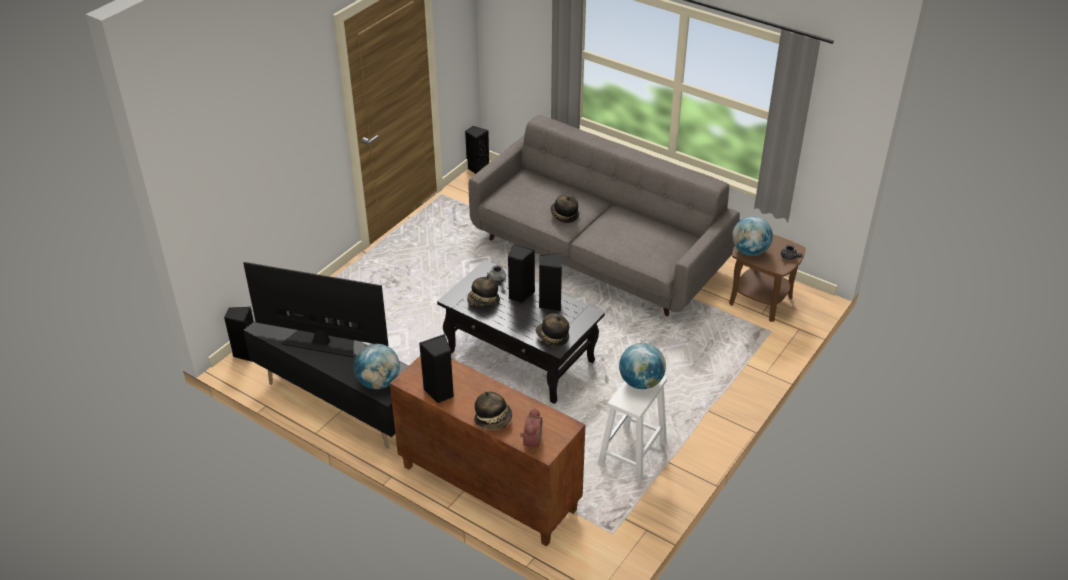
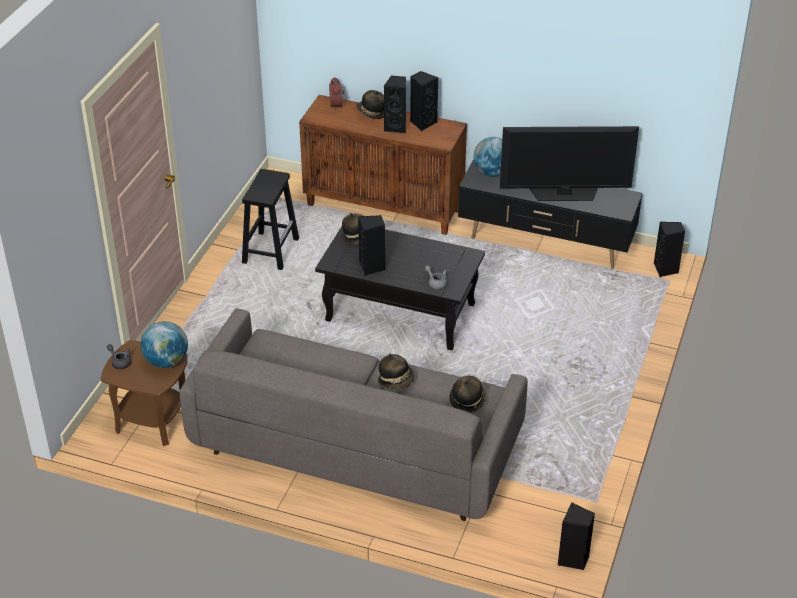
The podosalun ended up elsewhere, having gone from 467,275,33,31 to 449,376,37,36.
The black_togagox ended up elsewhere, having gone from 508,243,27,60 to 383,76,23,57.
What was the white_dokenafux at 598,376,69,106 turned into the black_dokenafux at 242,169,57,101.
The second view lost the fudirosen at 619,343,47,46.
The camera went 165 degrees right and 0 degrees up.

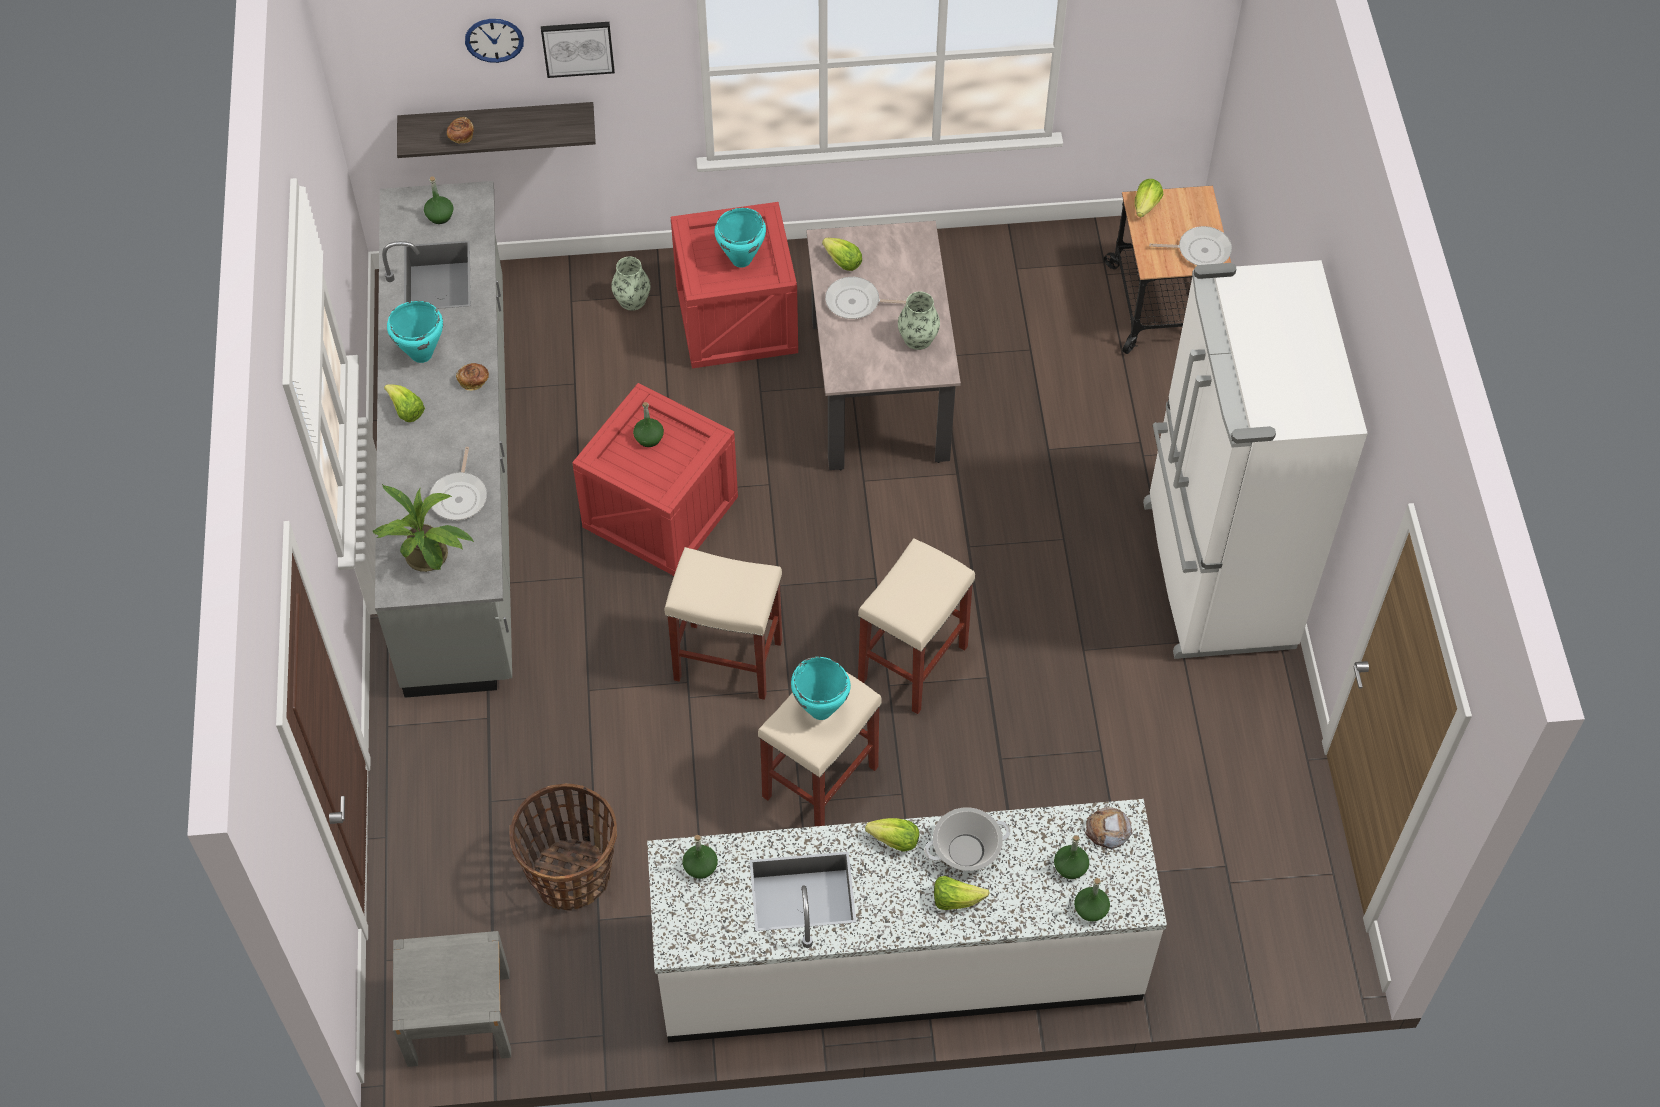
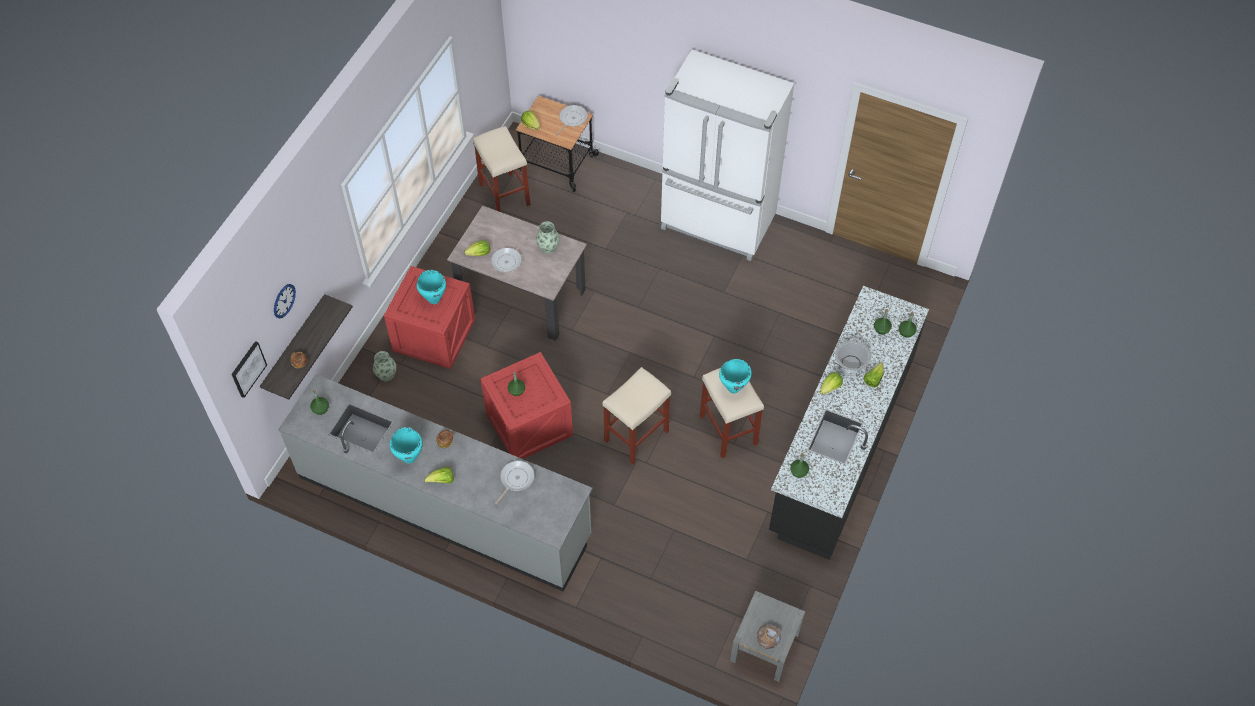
The second view lost the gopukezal at 372,484,102,88.
The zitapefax at 429,447,58,73 ended up facing another way, 90 degrees counterclockwise from before.
The second view lost the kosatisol at 509,783,108,128.
The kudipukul ended up elsewhere, having gone from 541,22,74,56 to 231,341,36,57.
What was the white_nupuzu at 647,799,520,243 turned into the black_nupuzu at 769,286,160,274.
The beige_dokenafux ended up elsewhere, having gone from 858,538,117,176 to 473,126,57,86.
The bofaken ended up elsewhere, having gone from 1085,807,47,42 to 757,624,24,25.
The camera went 60 degrees left and 0 degrees up.

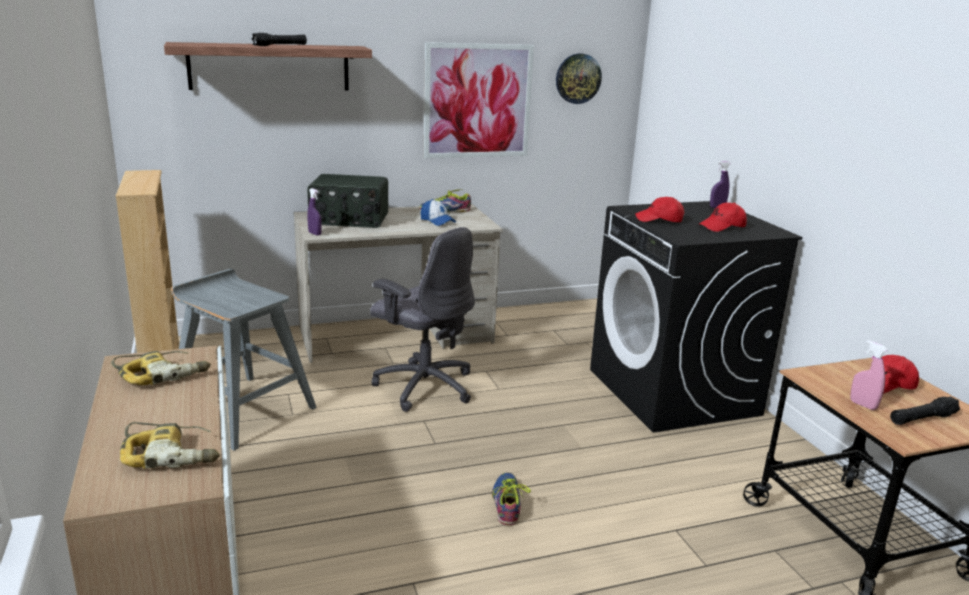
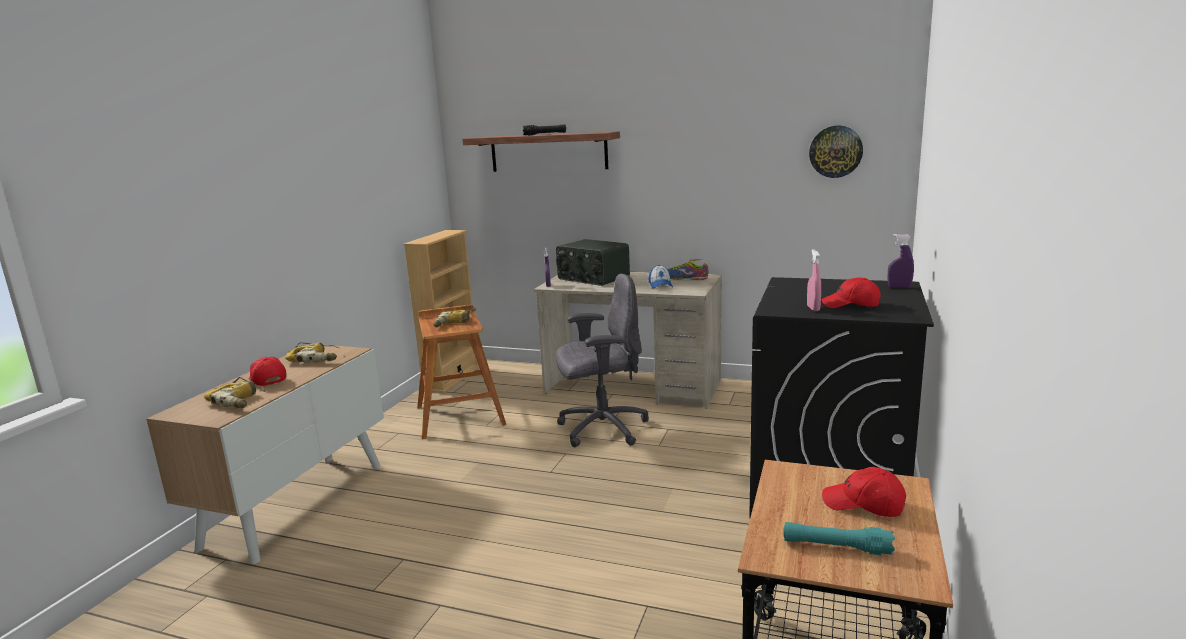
What was the grey_dokenafux at 171,269,146,182 turned into the brown_dokenafux at 417,305,89,134.
The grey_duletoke at 370,227,105,185 ended up facing another way, 90 degrees counterclockwise from before.
The second view lost the kudipukul at 424,42,110,116.
The second view lost the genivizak at 492,473,39,52.
The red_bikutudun ended up elsewhere, having gone from 636,197,48,25 to 248,357,39,29.
The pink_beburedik ended up elsewhere, having gone from 850,340,38,70 to 807,249,14,62.
What was the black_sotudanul at 890,397,70,28 turned into the turquoise_sotudanul at 783,522,112,33.
The second view gained the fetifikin at 433,308,43,19.
The camera went 40 degrees right and 5 degrees down.

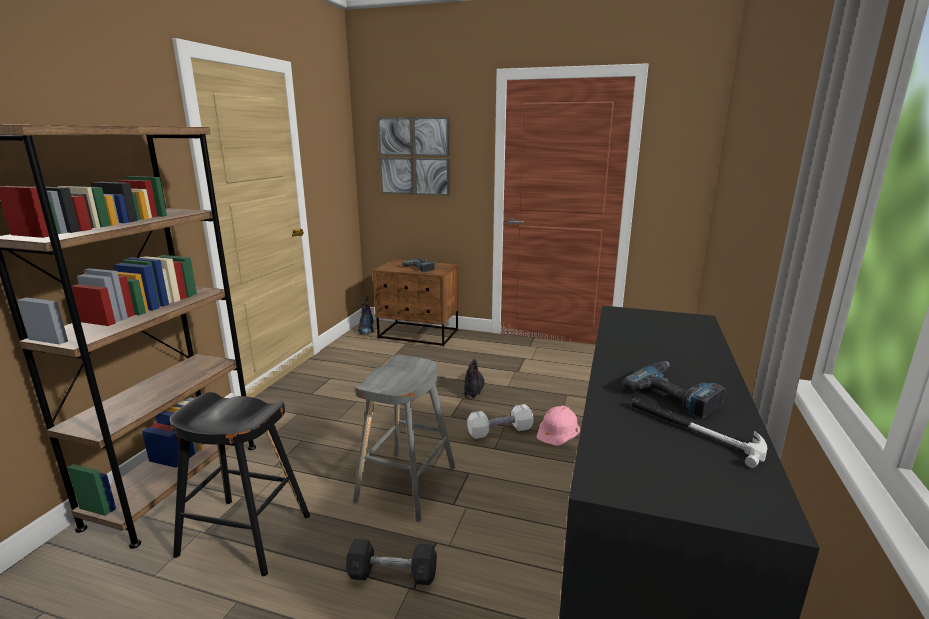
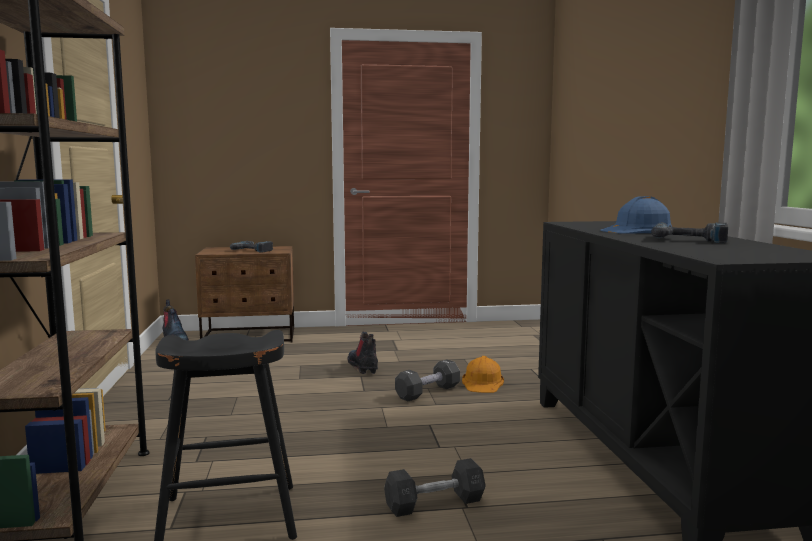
The second view lost the grey_dokenafux at 353,355,103,167.
The second view lost the kudipukul at 378,117,72,79.
What was the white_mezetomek at 467,404,66,35 turned into the black_mezetomek at 395,359,65,42.
What was the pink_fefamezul at 537,405,43,41 turned into the orange_fefamezul at 462,356,42,37.
The second view lost the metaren at 630,398,137,70.
The second view gained the blue_fefamezul at 600,196,72,38.
The camera went 25 degrees left and 10 degrees down.

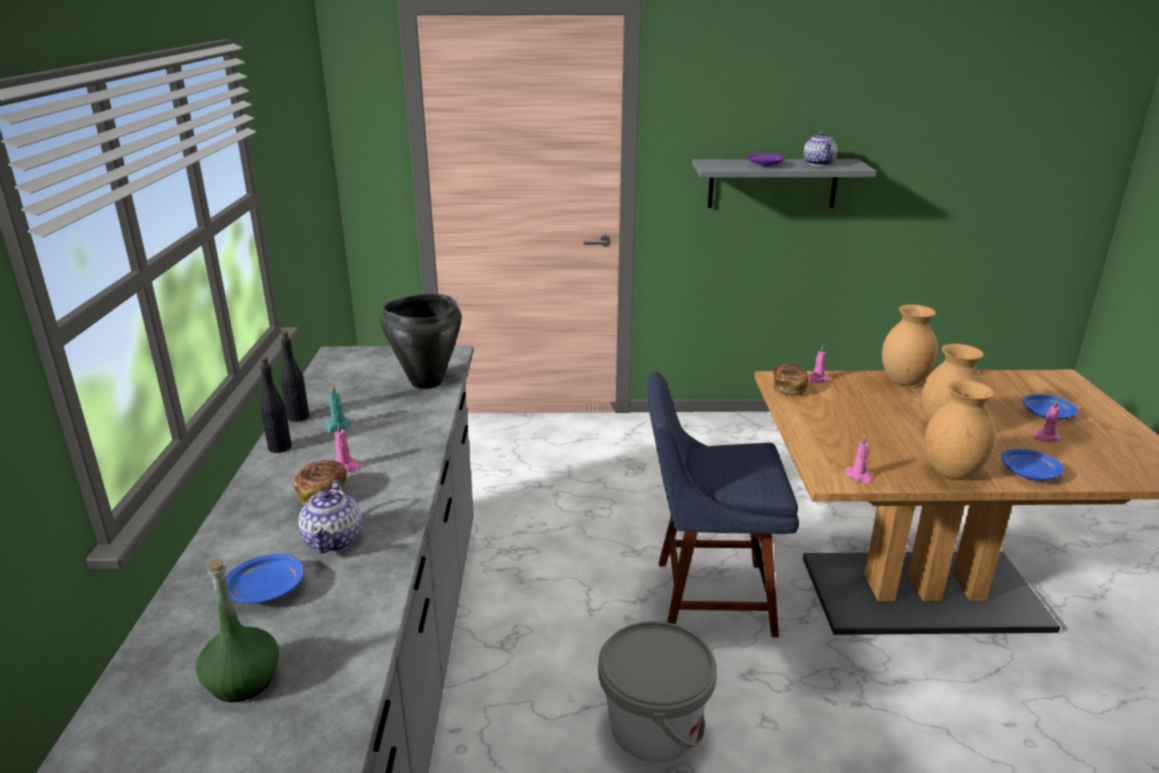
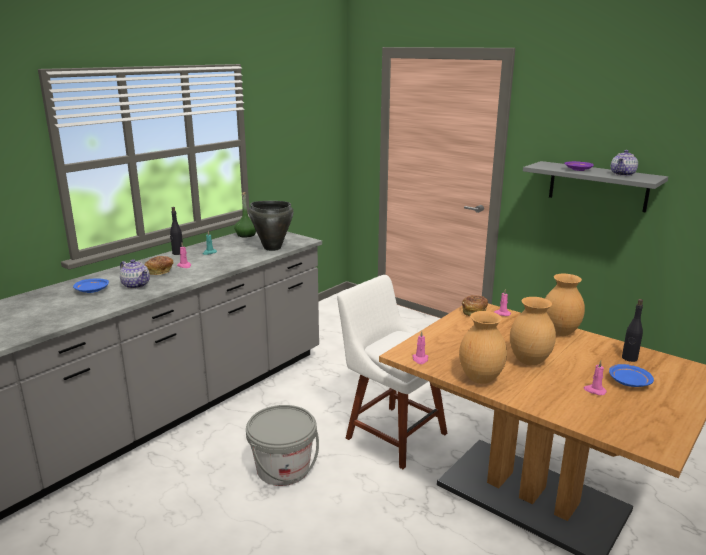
The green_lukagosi ended up elsewhere, having gone from 196,558,83,144 to 234,192,22,46.
The black_lukagosi ended up elsewhere, having gone from 281,331,28,91 to 622,299,21,63.
The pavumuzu at 298,480,64,74 ended up facing another way, 90 degrees counterclockwise from before.
What was the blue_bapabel at 648,372,151,265 turned into the white_bapabel at 337,275,110,194.
The second view lost the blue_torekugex at 1001,449,63,32.
The camera went 40 degrees right and 5 degrees down.

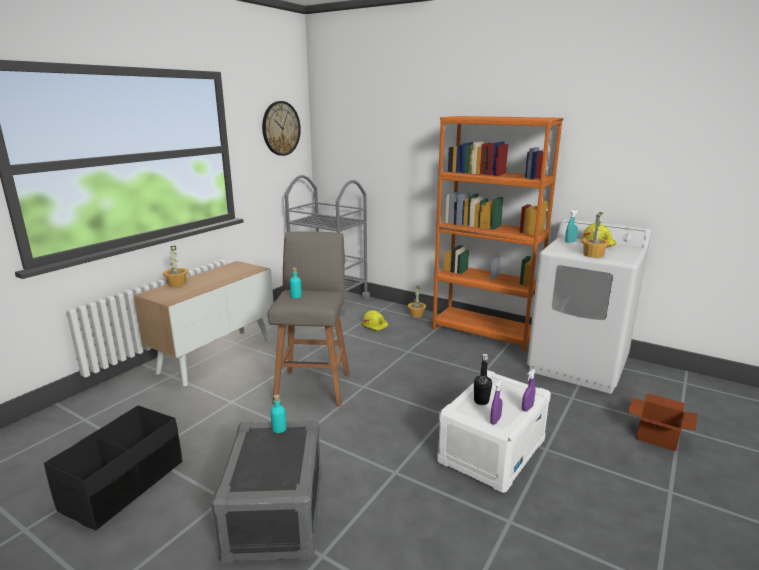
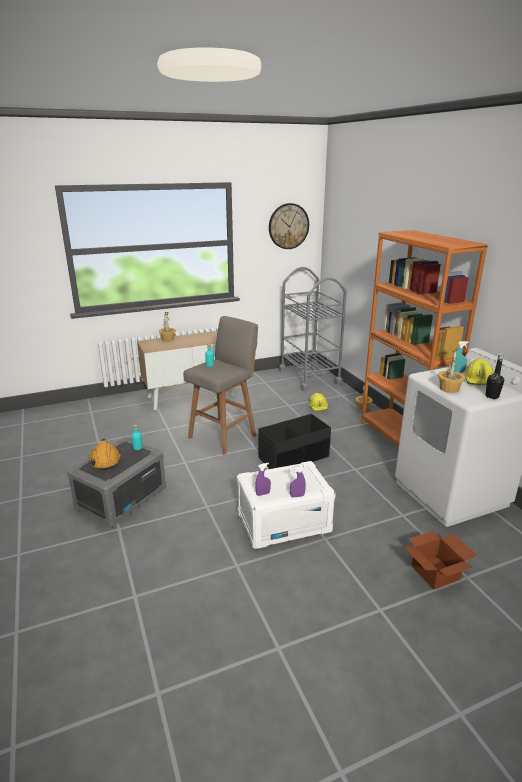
The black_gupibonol ended up elsewhere, having gone from 44,405,138,125 to 258,414,73,55.
The black_lukagosi ended up elsewhere, having gone from 474,354,18,51 to 486,354,18,45.
The second view gained the orange_fefamezul at 88,439,33,31.
The camera went 35 degrees right and 5 degrees up.

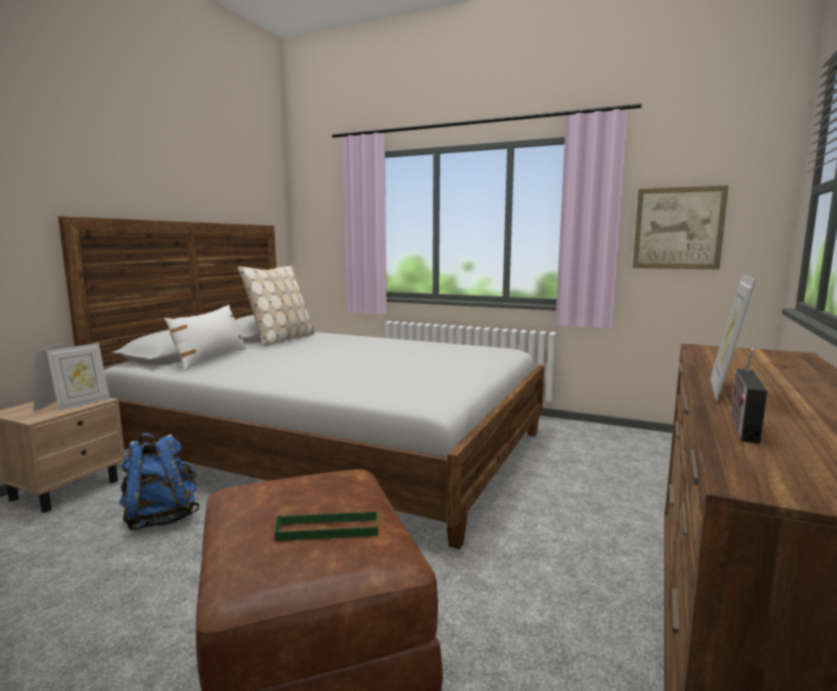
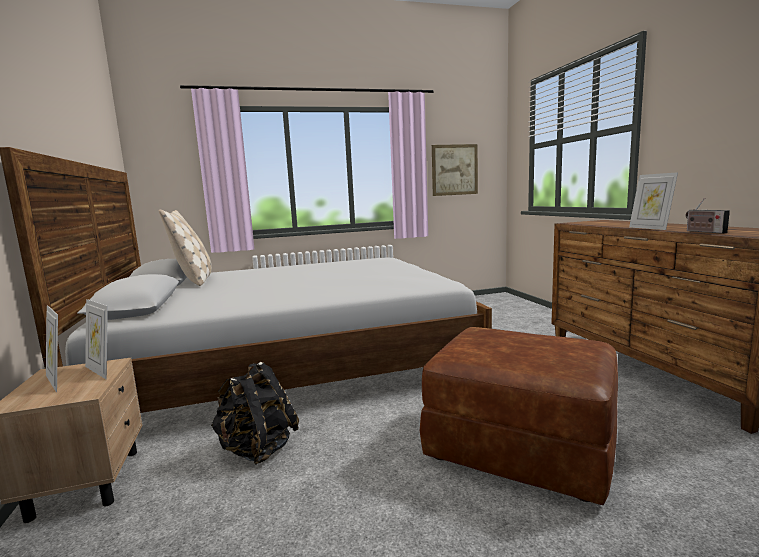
The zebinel at 46,343,64,68 ended up facing another way, 135 degrees clockwise from before.
What was the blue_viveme at 119,433,80,97 turned into the black_viveme at 211,362,88,103.
The second view lost the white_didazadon at 164,305,83,66.
The second view lost the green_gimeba at 274,510,104,31.
The camera went 40 degrees left and 0 degrees up.

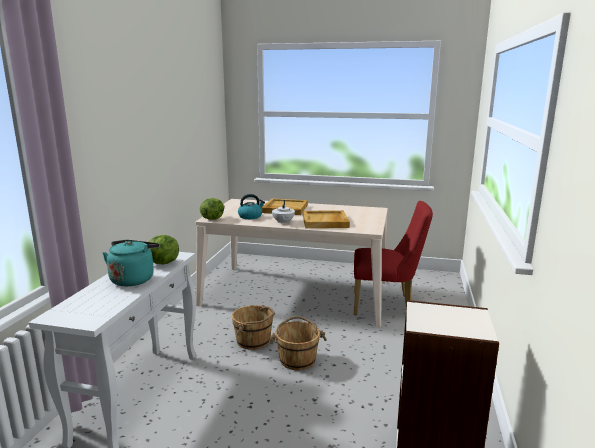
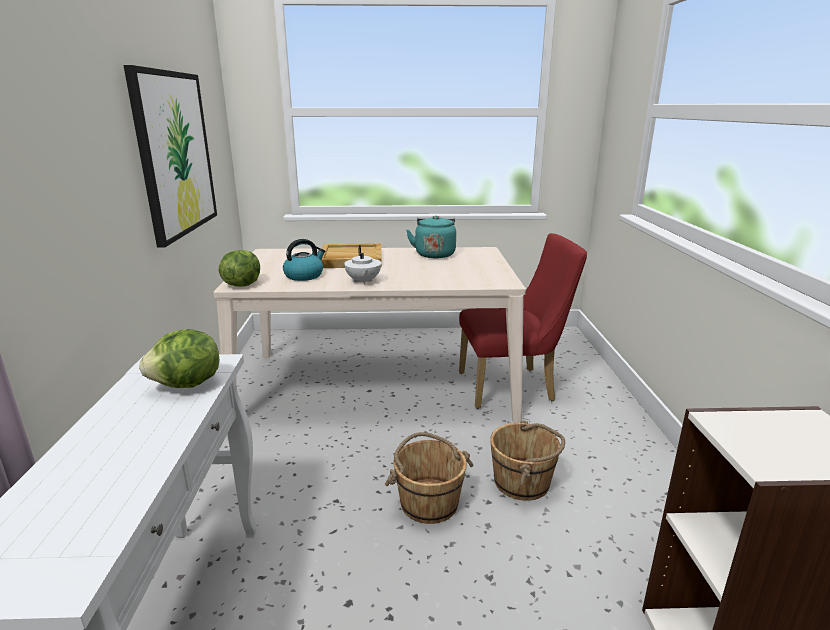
The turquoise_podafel ended up elsewhere, having gone from 103,240,56,46 to 406,215,50,43.
The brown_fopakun ended up elsewhere, having gone from 232,305,43,45 to 490,420,75,81.
The second view lost the beige_gimeba at 303,210,47,18.
The second view gained the kudipukul at 123,65,94,183.
The camera went 15 degrees left and 5 degrees up.

